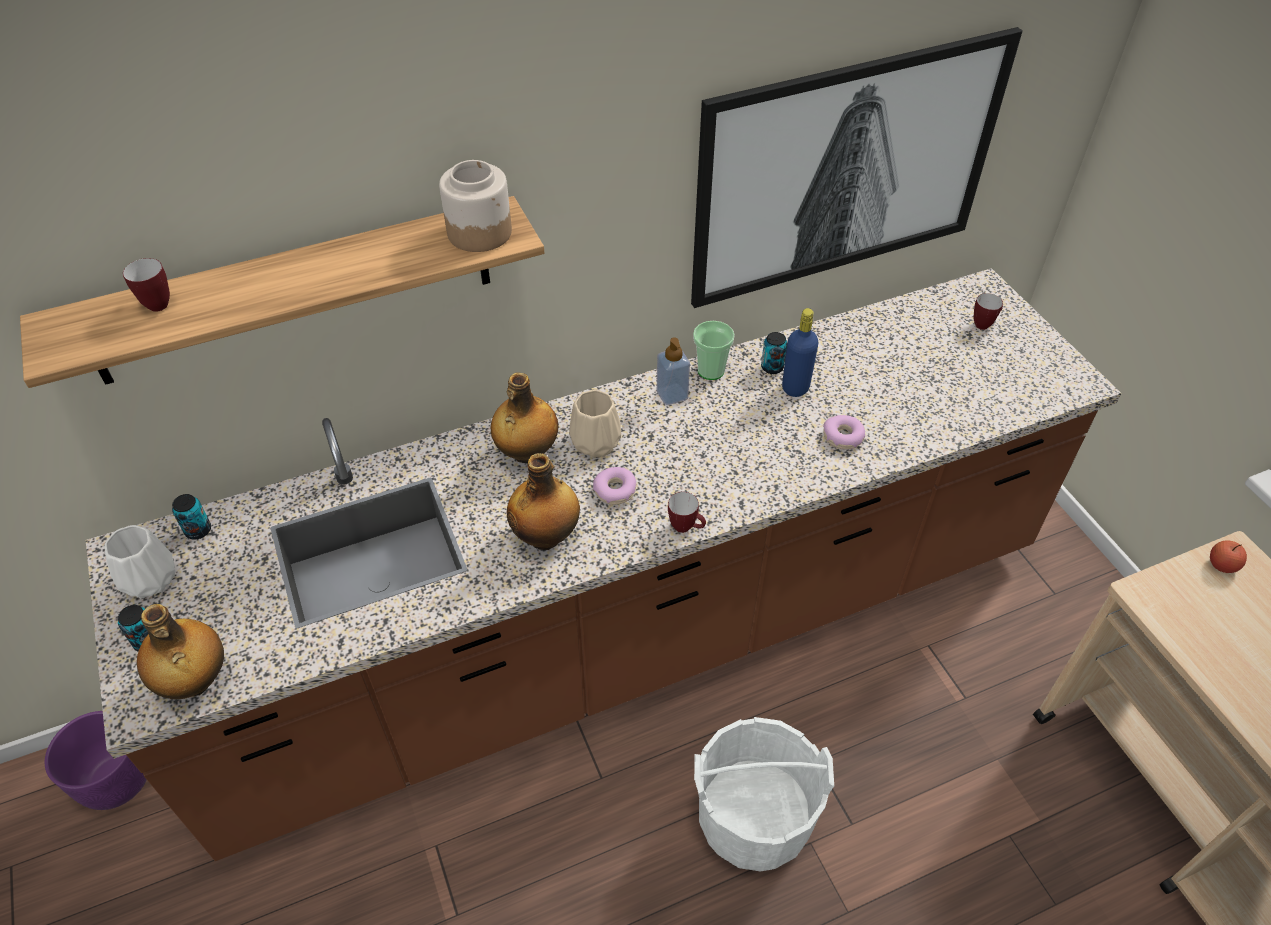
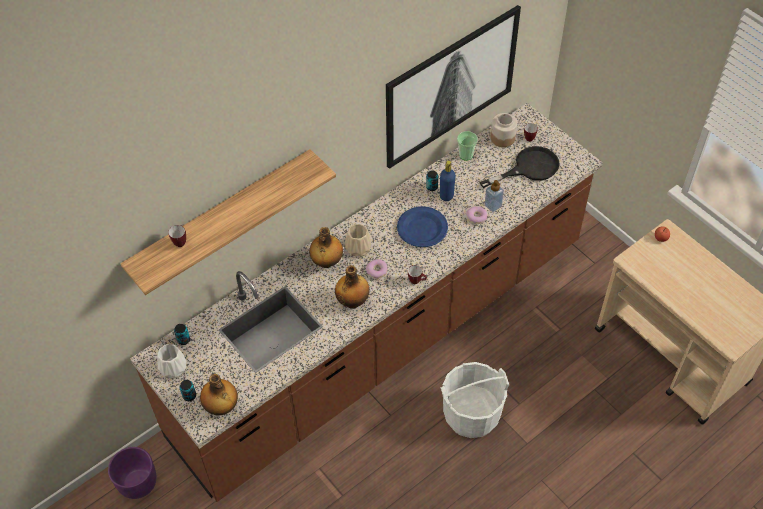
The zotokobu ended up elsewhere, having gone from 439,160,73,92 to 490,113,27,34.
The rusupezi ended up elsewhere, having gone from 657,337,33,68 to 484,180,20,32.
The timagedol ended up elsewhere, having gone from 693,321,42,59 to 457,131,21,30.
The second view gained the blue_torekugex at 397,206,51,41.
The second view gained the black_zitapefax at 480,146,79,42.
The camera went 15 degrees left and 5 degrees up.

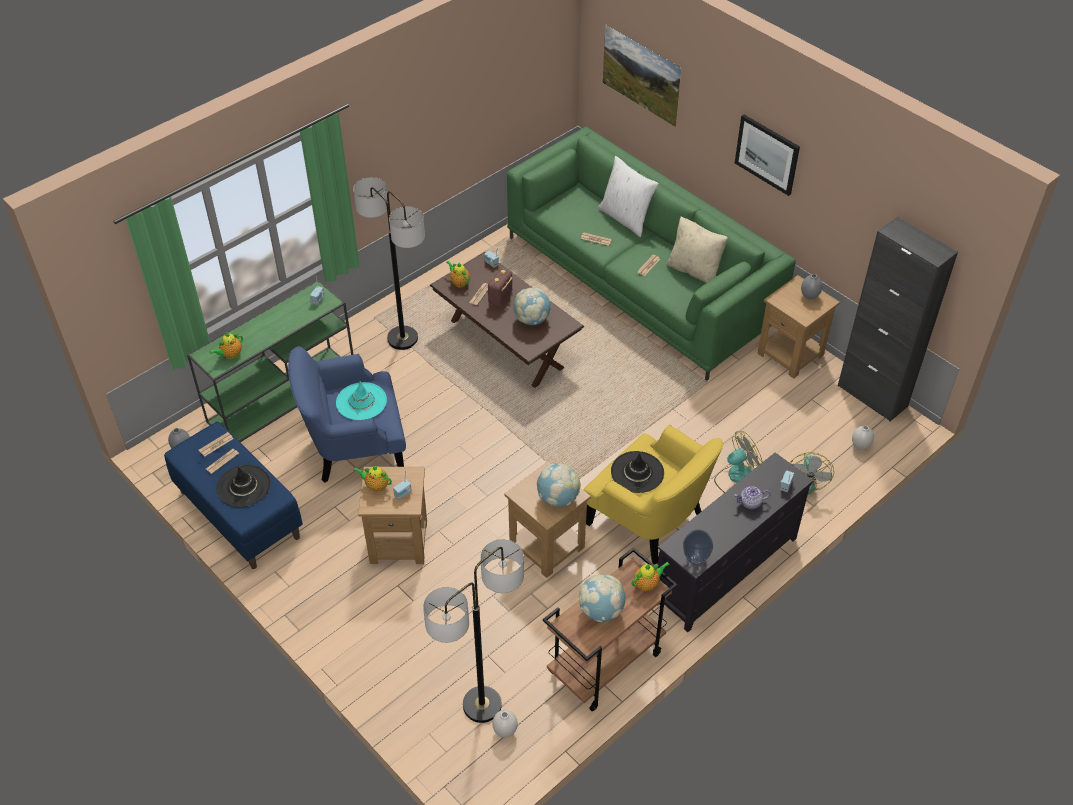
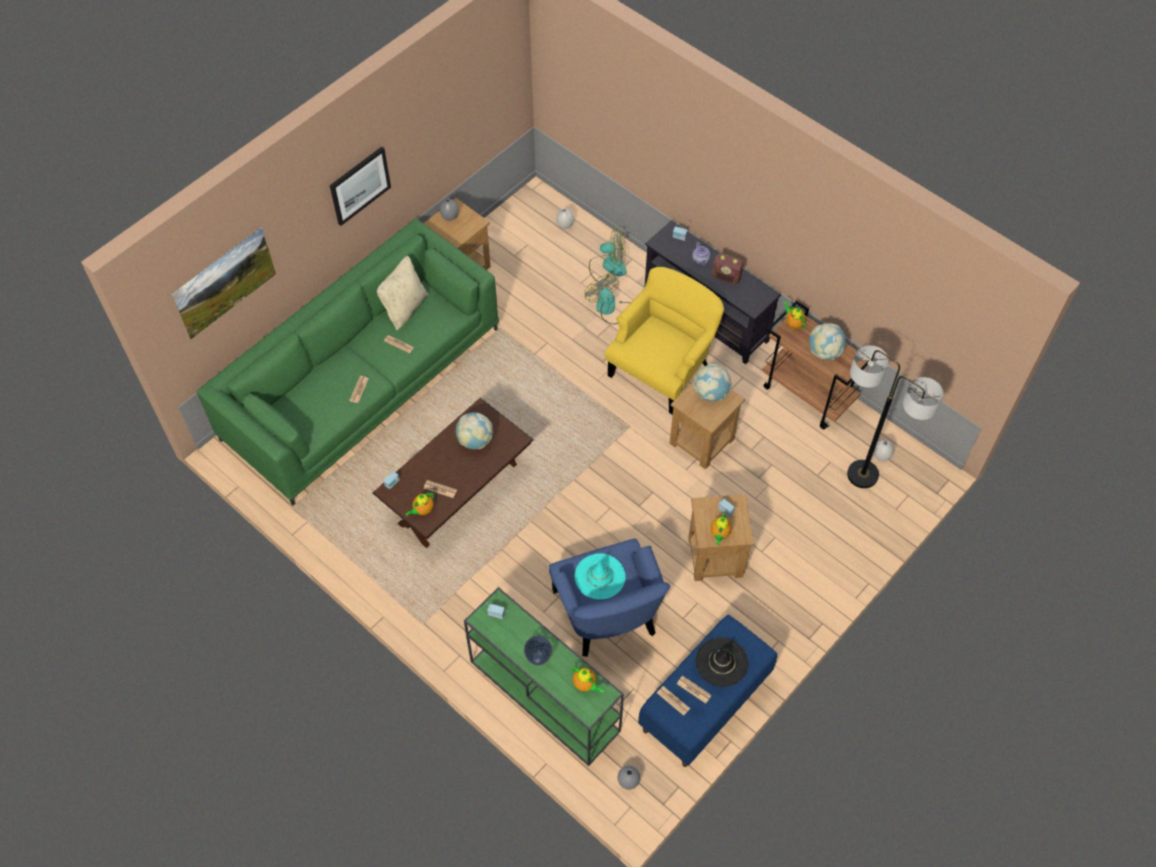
The second view lost the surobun at 353,177,72,173.
The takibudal ended up elsewhere, having gone from 488,268,24,39 to 712,254,31,31.
The second view lost the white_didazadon at 598,156,61,81.
The second view lost the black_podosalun at 611,451,53,42.
The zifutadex ended up elsewhere, having gone from 683,529,30,36 to 524,636,28,30.
The second view lost the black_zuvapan at 838,217,120,205.
The camera went 95 degrees left and 10 degrees up.

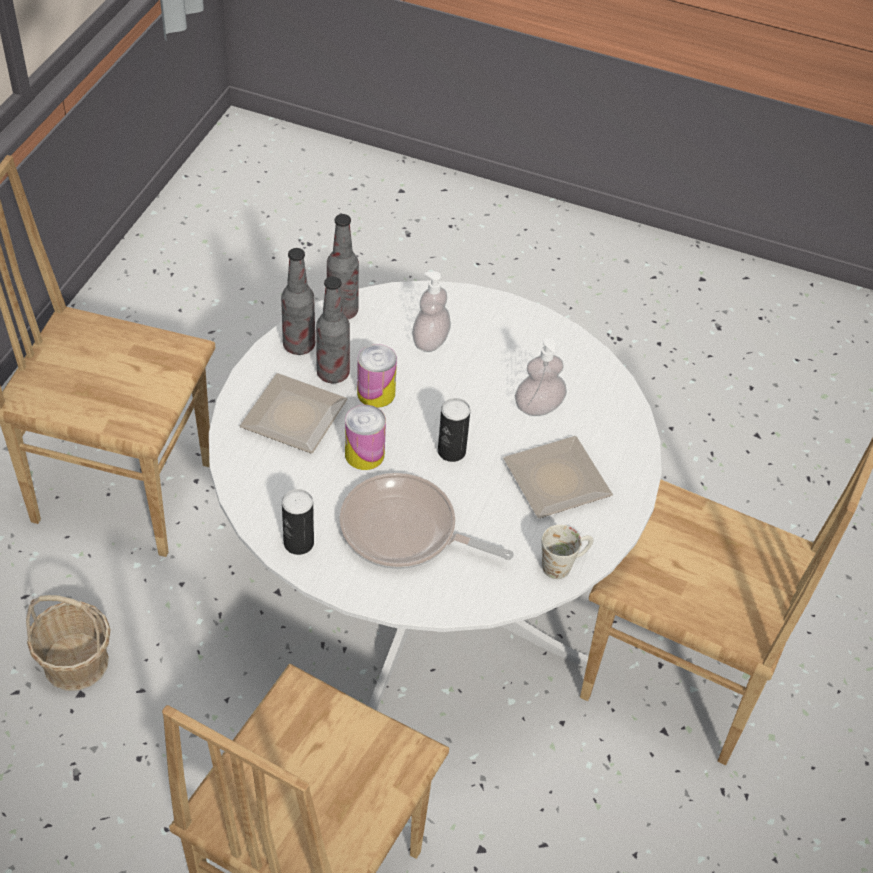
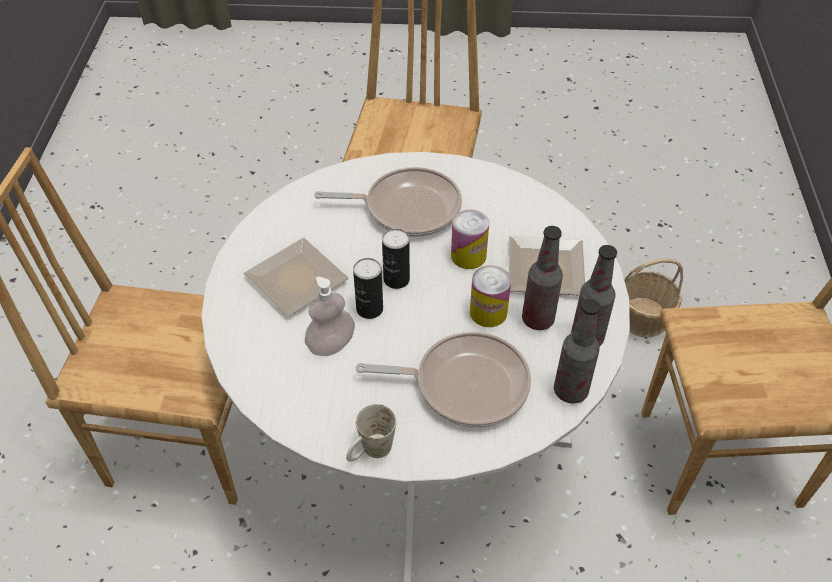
The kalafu ended up elsewhere, having gone from 282,489,32,66 to 353,258,30,61.
Where the rusupezi stood at 412,271,39,81, the zitapefax came to stand at 356,332,175,95.
The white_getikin ended up elsewhere, having gone from 542,525,52,54 to 346,404,50,58.
The camera went 165 degrees right and 0 degrees up.

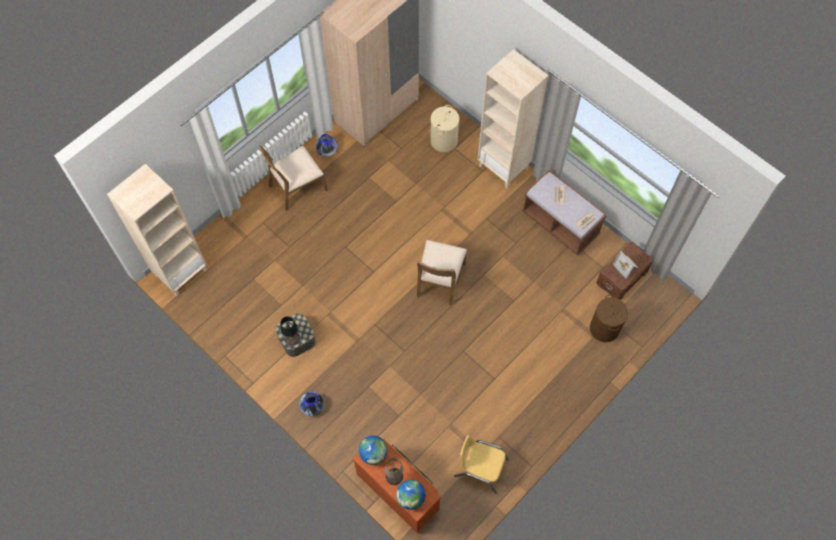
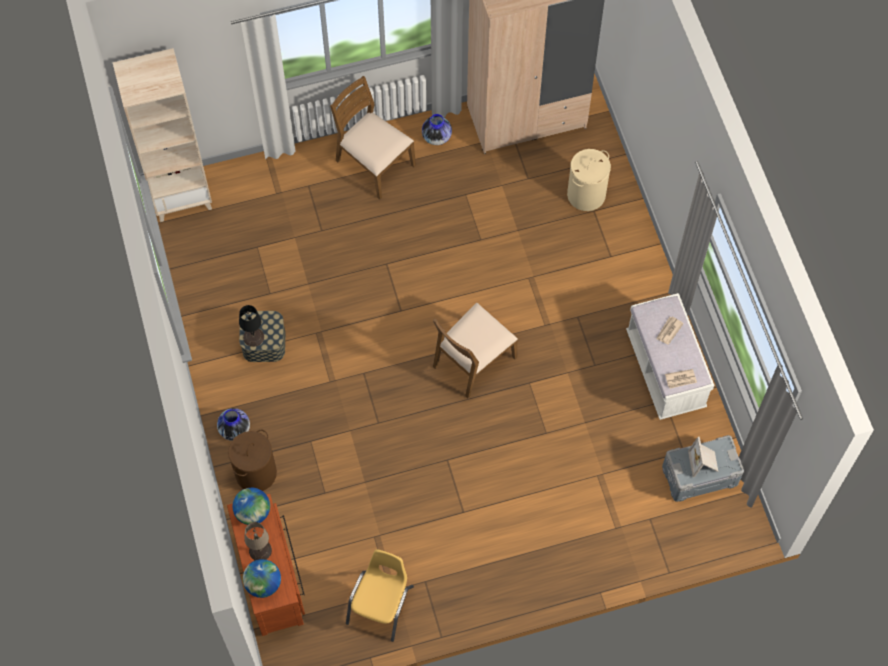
The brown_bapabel at 259,145,69,66 ended up facing another way, 45 degrees clockwise from before.
The yellow_bapabel at 454,435,55,59 ended up facing another way, 60 degrees clockwise from before.
The second view lost the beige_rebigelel at 477,49,71,139.
What was the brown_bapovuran at 522,170,85,86 turned into the white_bapovuran at 626,293,88,127.
The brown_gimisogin ended up elsewhere, having gone from 590,295,38,47 to 228,430,49,61.
What was the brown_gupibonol at 596,242,57,58 turned into the grey_gupibonol at 662,435,82,67.
The camera went 30 degrees right and 0 degrees up.

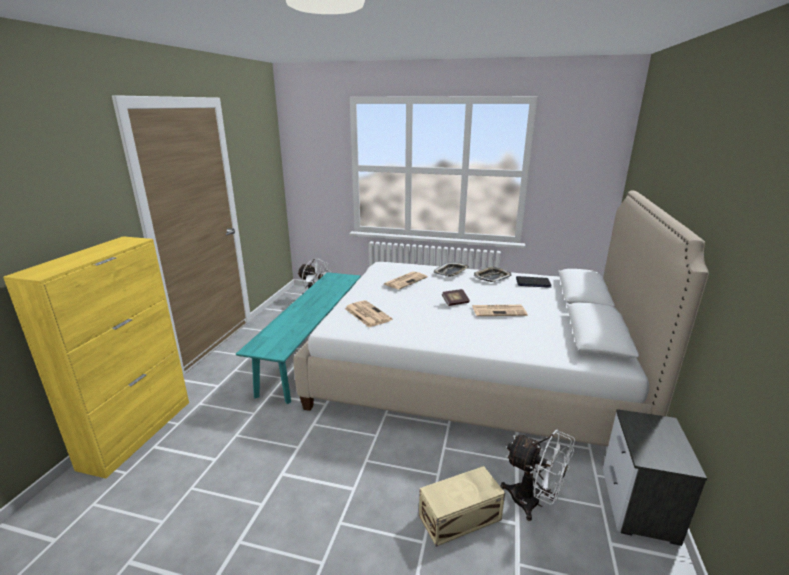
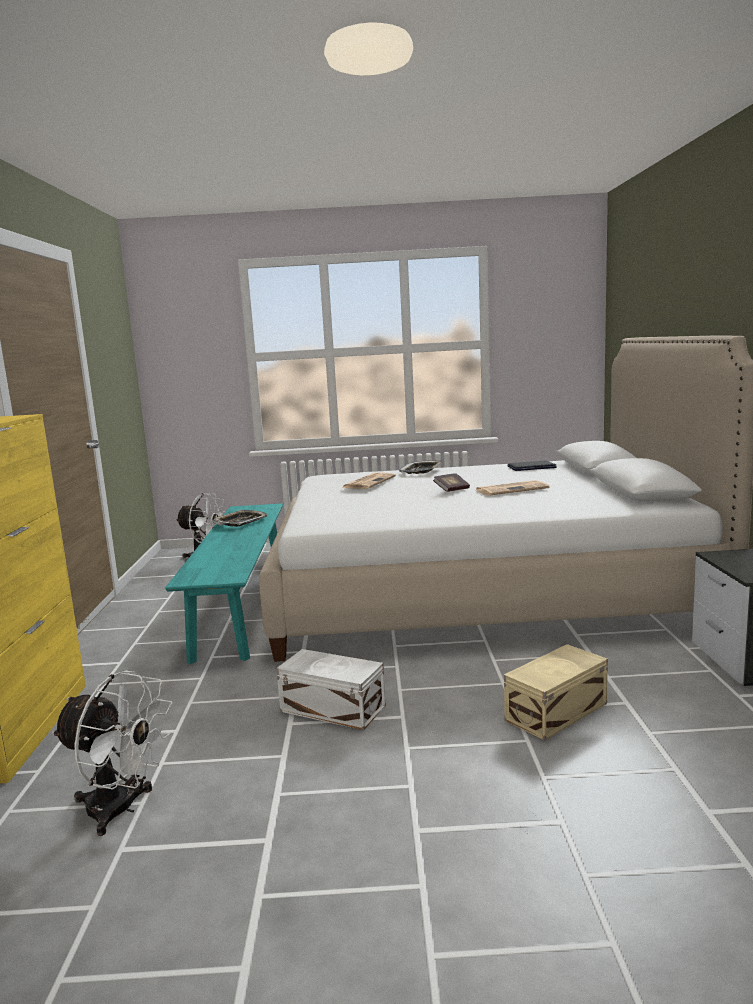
The second view lost the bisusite at 344,300,48,27.
The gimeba ended up elsewhere, having gone from 474,266,38,16 to 213,510,55,17.
The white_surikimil ended up elsewhere, having gone from 501,430,74,91 to 52,671,121,165.
The second view gained the white_gupibonol at 276,649,110,81.
The camera went 15 degrees left and 10 degrees down.

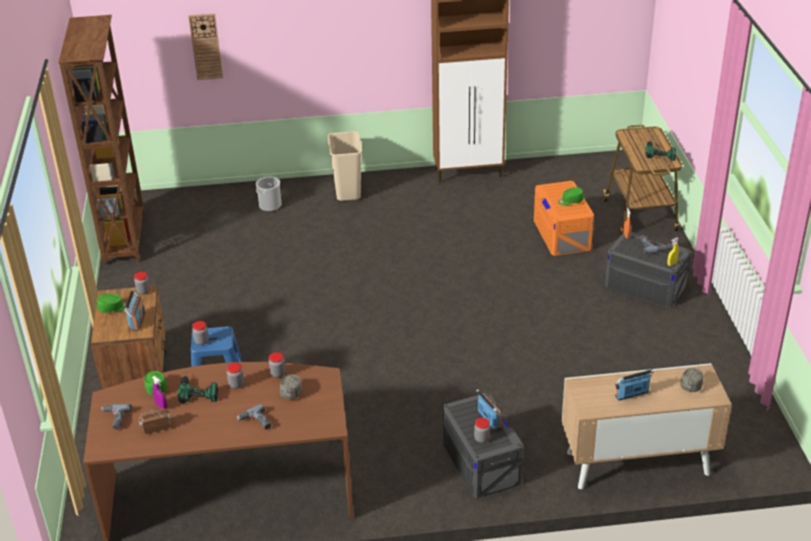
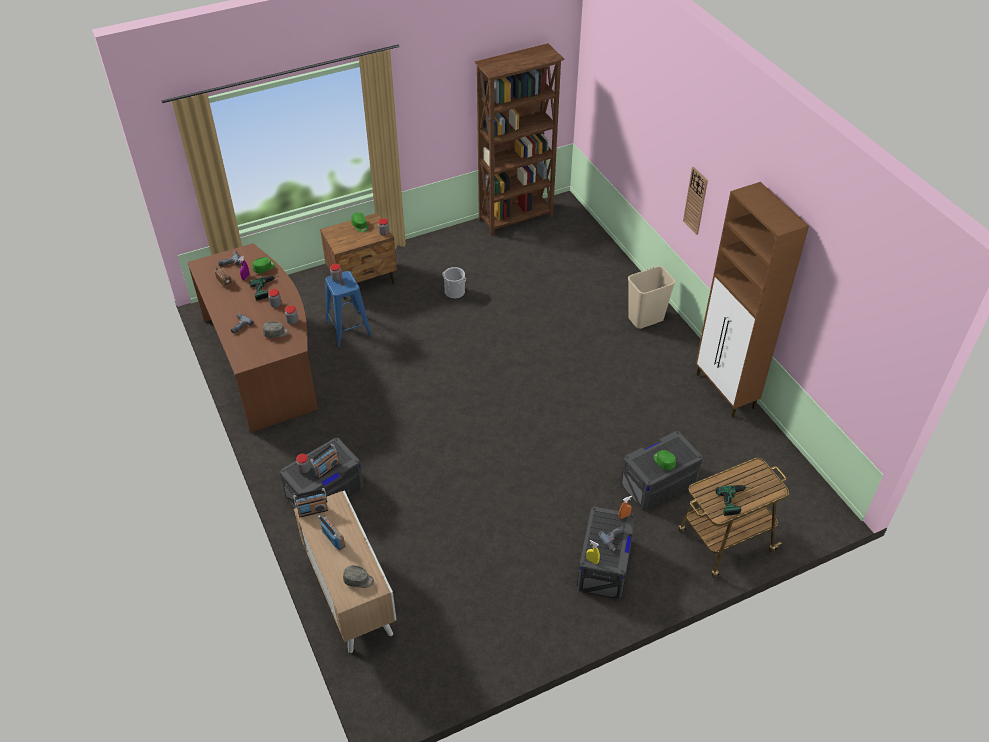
The takibudal ended up elsewhere, having gone from 124,289,21,42 to 293,488,35,30.
The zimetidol ended up elsewhere, having gone from 188,14,35,66 to 683,167,25,68.
The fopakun ended up elsewhere, having gone from 256,177,26,35 to 442,267,24,32.
What was the orange_gupibonol at 534,181,60,75 turned into the grey_gupibonol at 620,431,83,79.
The camera went 70 degrees right and 10 degrees up.

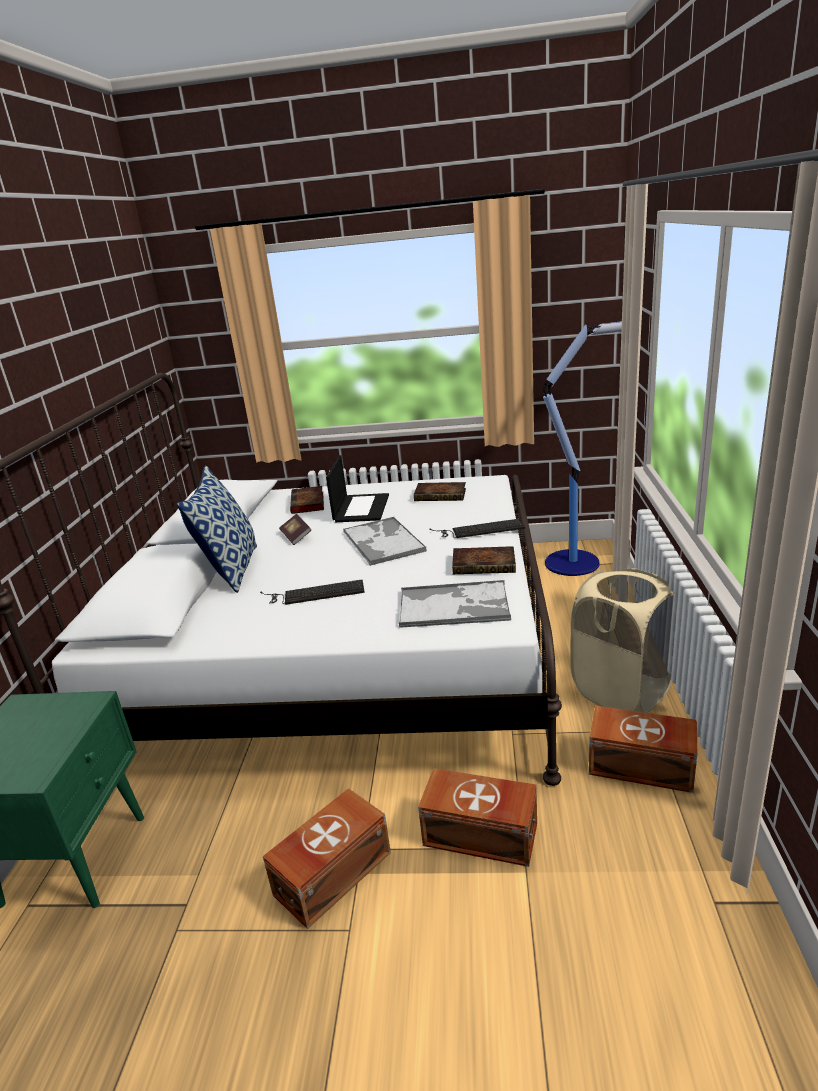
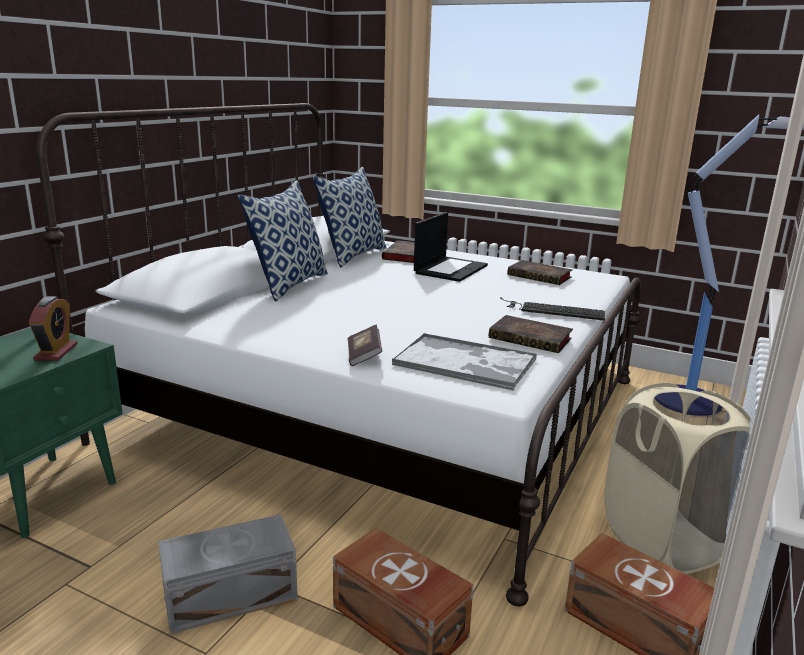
The second view lost the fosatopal at 260,580,105,25.
What was the brown_gupibonol at 263,788,128,141 turned into the grey_gupibonol at 158,514,140,120.
The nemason ended up elsewhere, having gone from 279,514,32,31 to 348,324,34,42.
The second view lost the gimeba at 343,517,84,49.
The second view gained the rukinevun at 29,296,49,65.
The second view gained the didazadon at 313,167,74,100.
The camera went 20 degrees right and 5 degrees down.

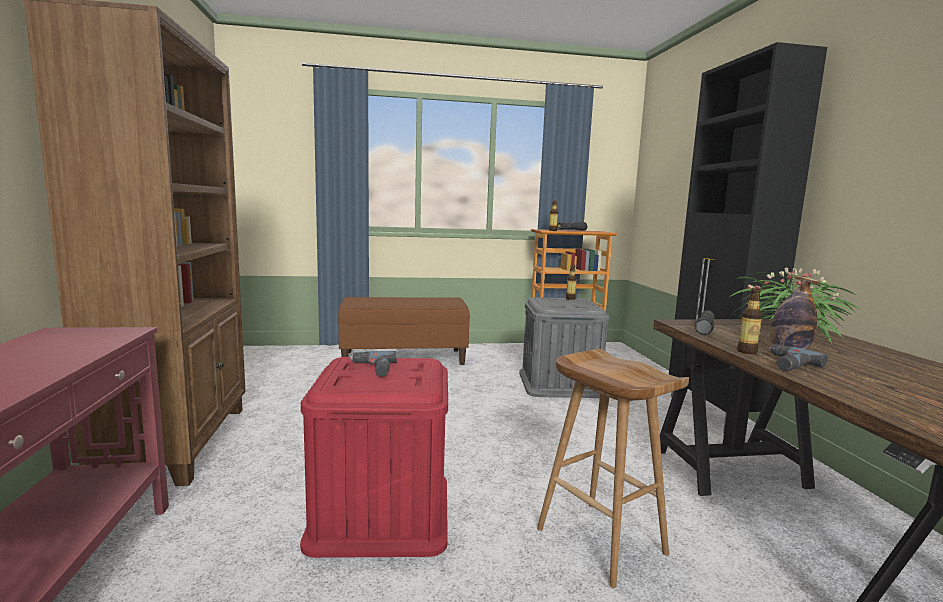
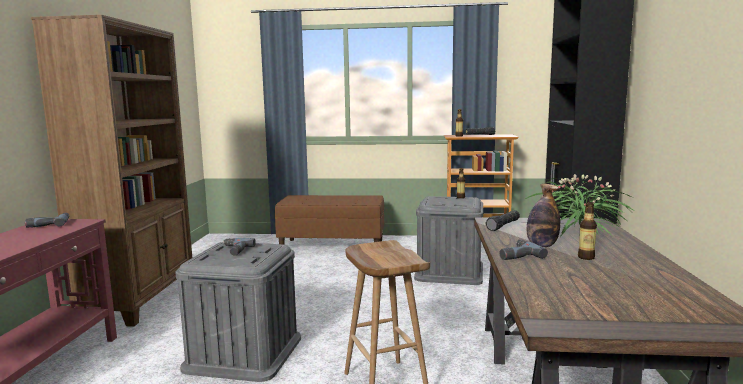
What was the red_gupibonol at 300,357,148,201 turned into the grey_gupibonol at 175,242,126,140.
The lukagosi ended up elsewhere, having gone from 737,288,26,66 to 578,202,19,58.
The second view gained the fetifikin at 25,213,44,14.
The camera went 15 degrees right and 0 degrees up.

